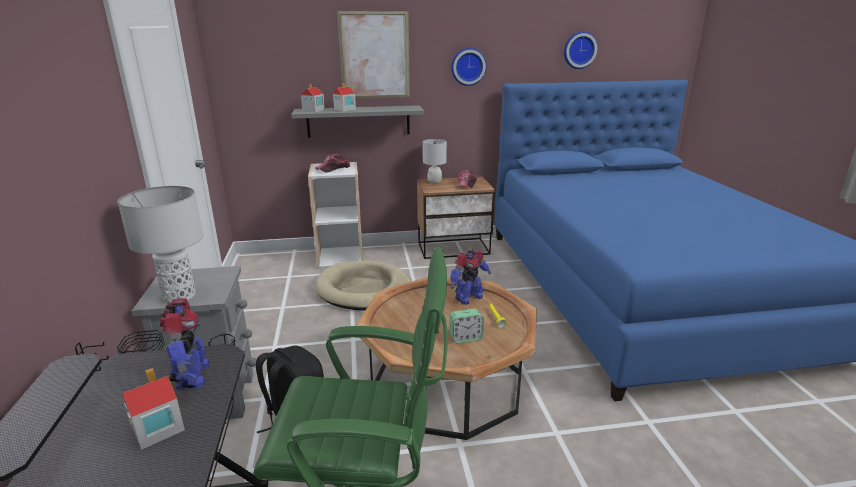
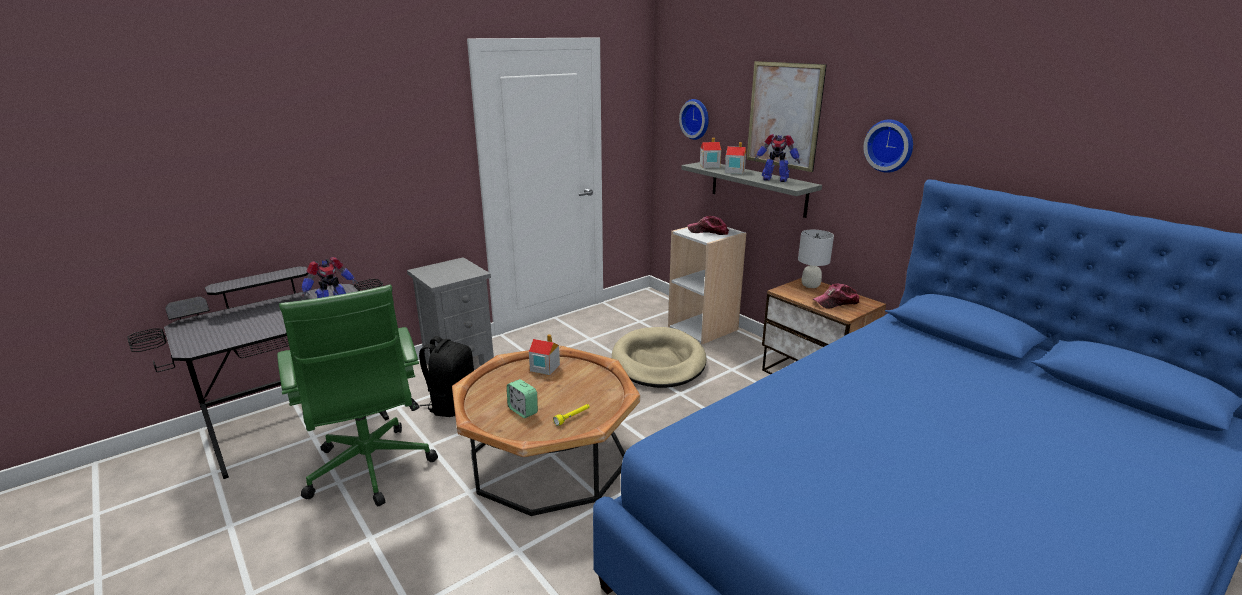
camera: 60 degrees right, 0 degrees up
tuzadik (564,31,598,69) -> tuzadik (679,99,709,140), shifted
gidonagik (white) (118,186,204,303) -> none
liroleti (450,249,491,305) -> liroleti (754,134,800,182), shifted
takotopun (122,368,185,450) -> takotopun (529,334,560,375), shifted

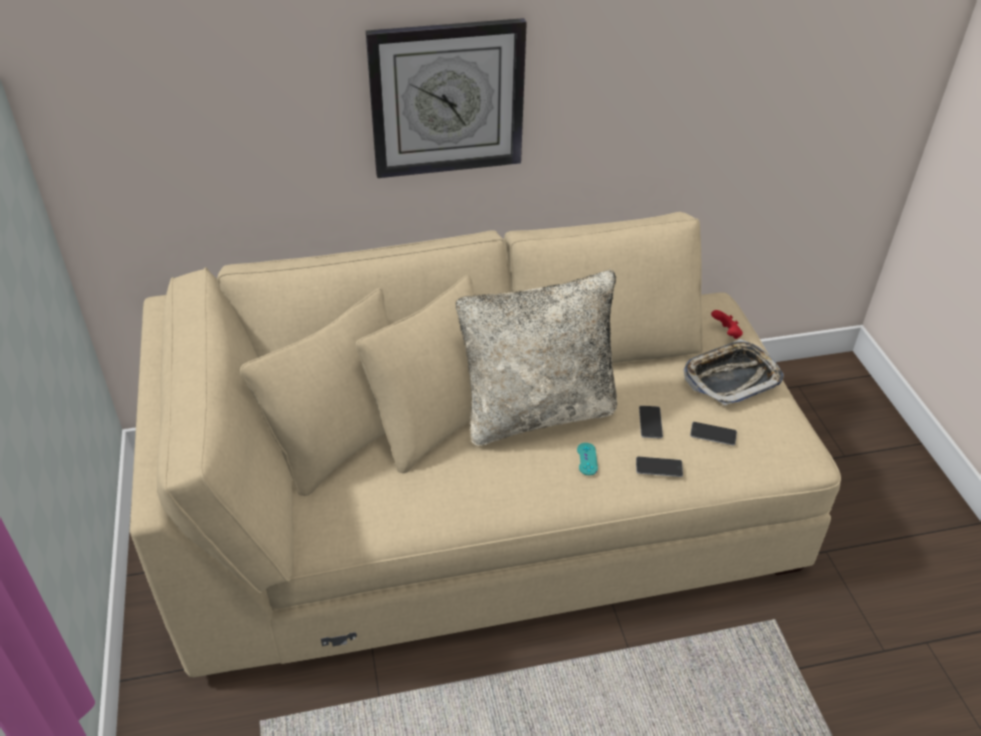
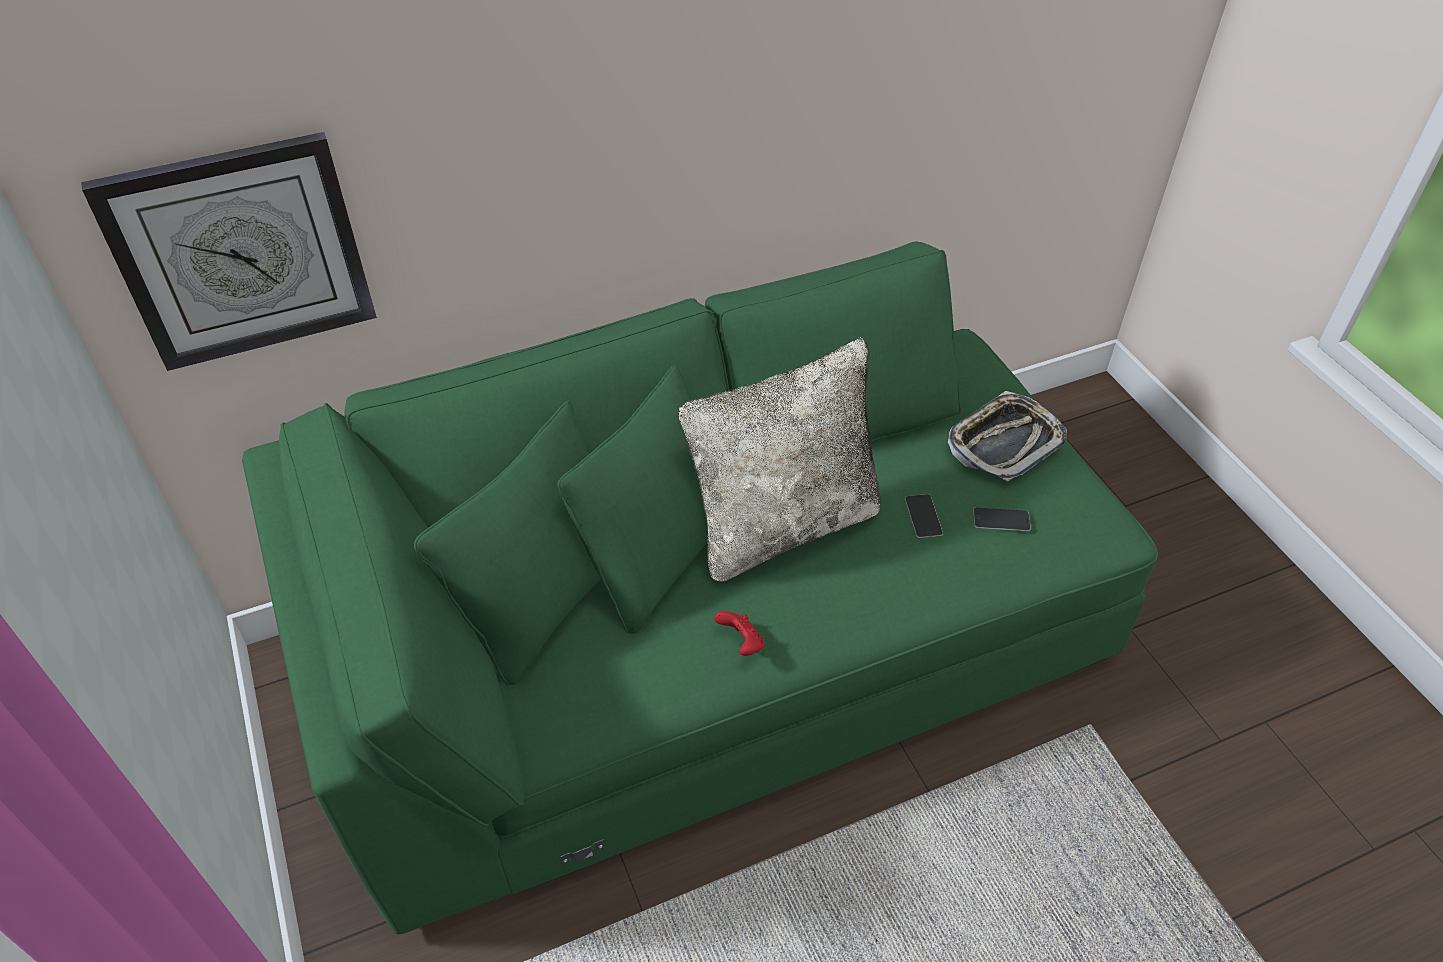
camera: 10 degrees left, 5 degrees up
tuzadik (366,18,527,178) -> tuzadik (81,132,377,371), shifted
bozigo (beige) (130,212,841,677) -> bozigo (green) (242,241,1158,934)
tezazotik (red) (711,310,743,339) -> tezazotik (red) (714,611,765,656), shifted
tezazotik (turquoise) (577,443,598,475) -> none
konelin (636,457,683,477) -> none

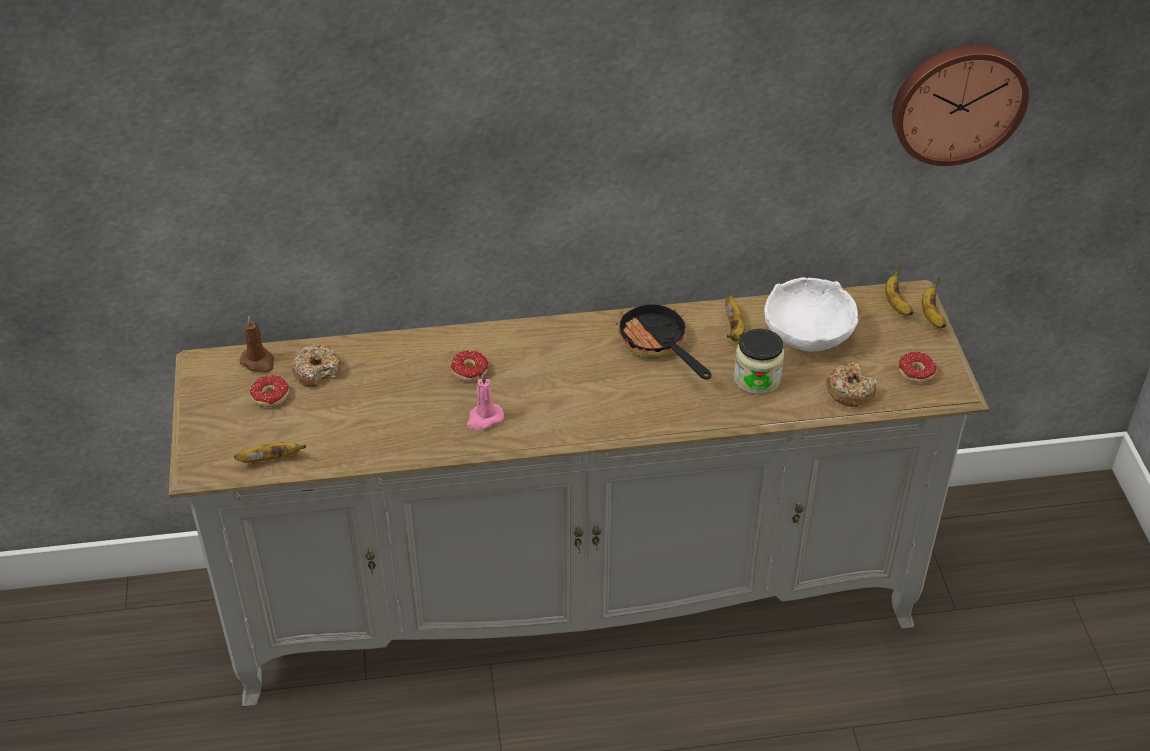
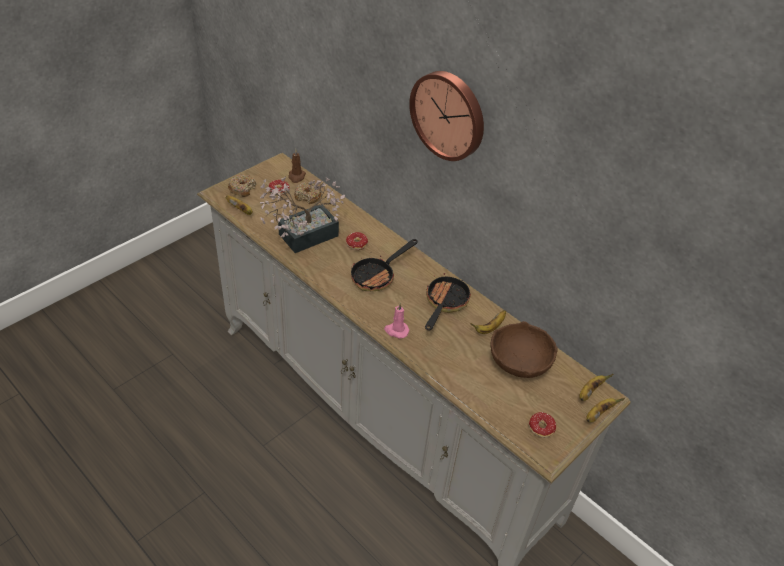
camera: 50 degrees right, 0 degrees up
tuzadik (892,45,1029,166) -> tuzadik (409,71,484,161), shifted
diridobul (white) (764,277,858,352) -> diridobul (brown) (490,321,558,378)
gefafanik (734,329,784,395) -> none
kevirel (826,362,877,407) -> kevirel (228,174,256,197), shifted
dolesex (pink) (467,372,504,430) -> dolesex (pink) (384,303,409,339), shifted
none -> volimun (260,176,345,253)
none -> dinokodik (351,239,418,291)

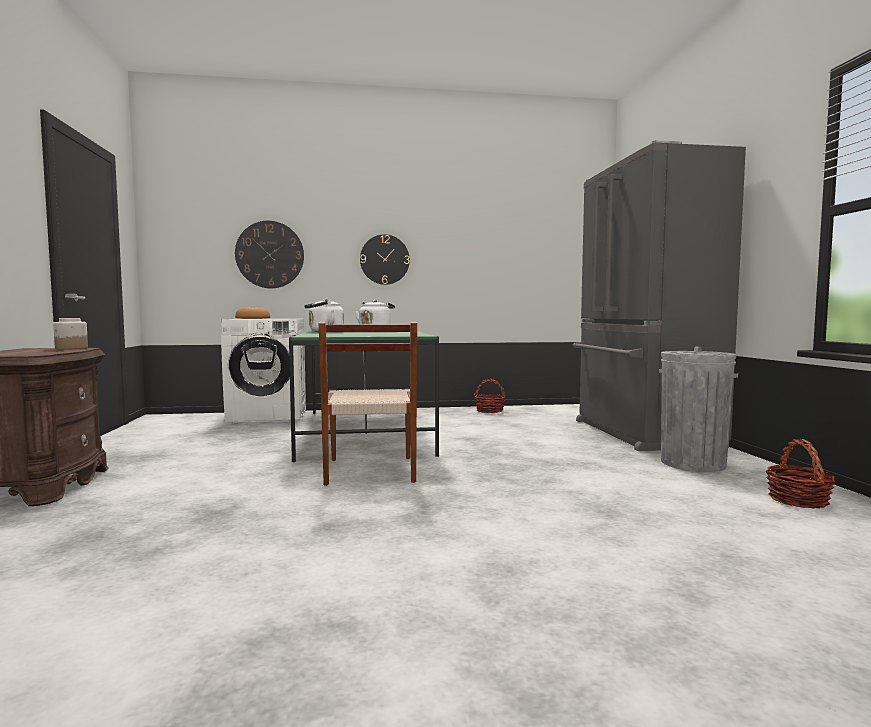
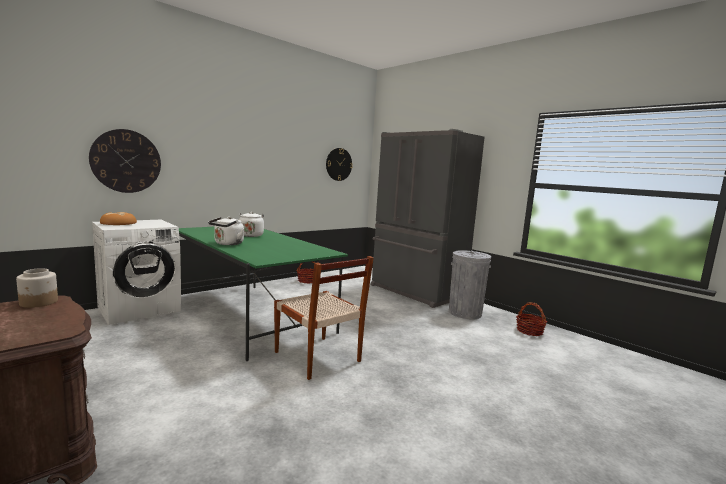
camera: 35 degrees left, 5 degrees up
tuzadik (360,234,410,285) -> tuzadik (326,148,353,181), shifted

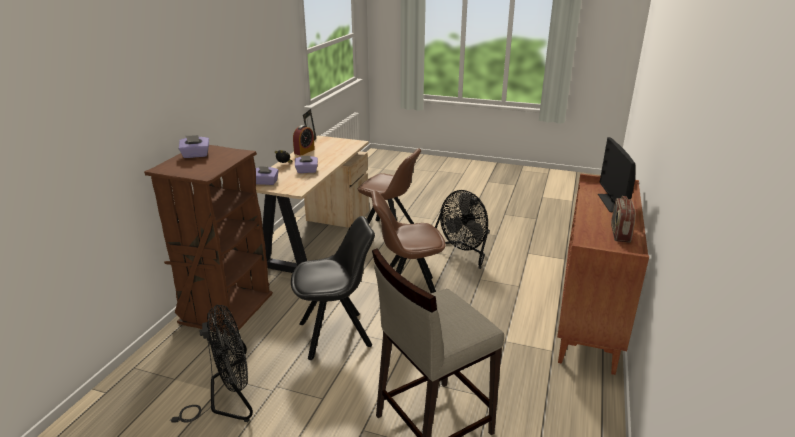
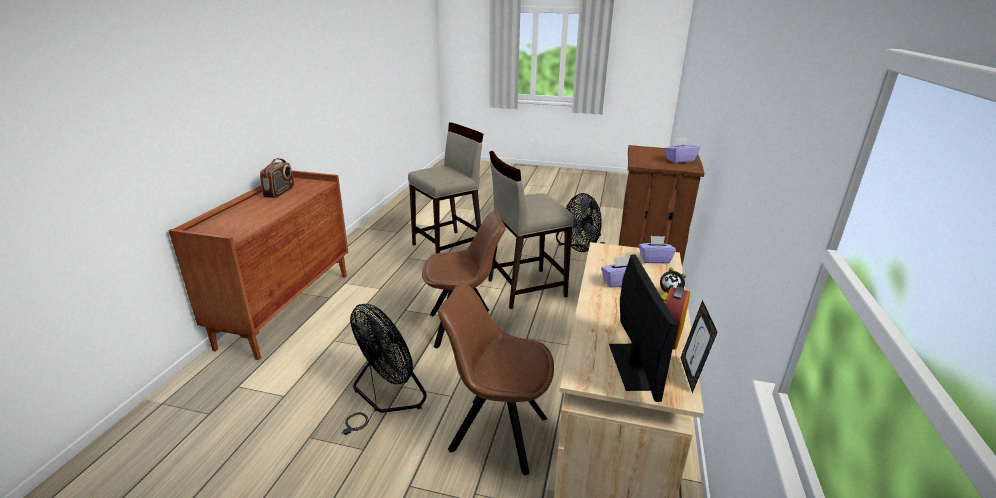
camera: 175 degrees right, 0 degrees up
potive (598,137,635,212) -> potive (609,255,678,402), shifted
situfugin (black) (291,216,375,360) -> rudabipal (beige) (488,151,574,309)

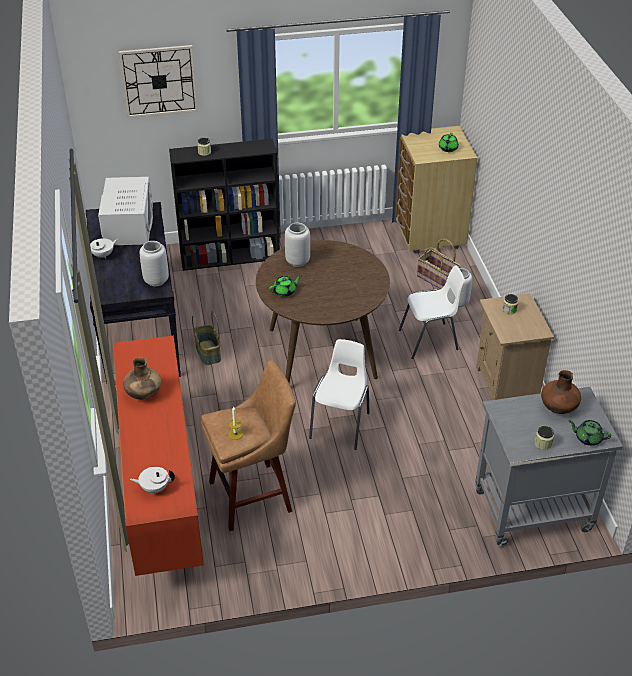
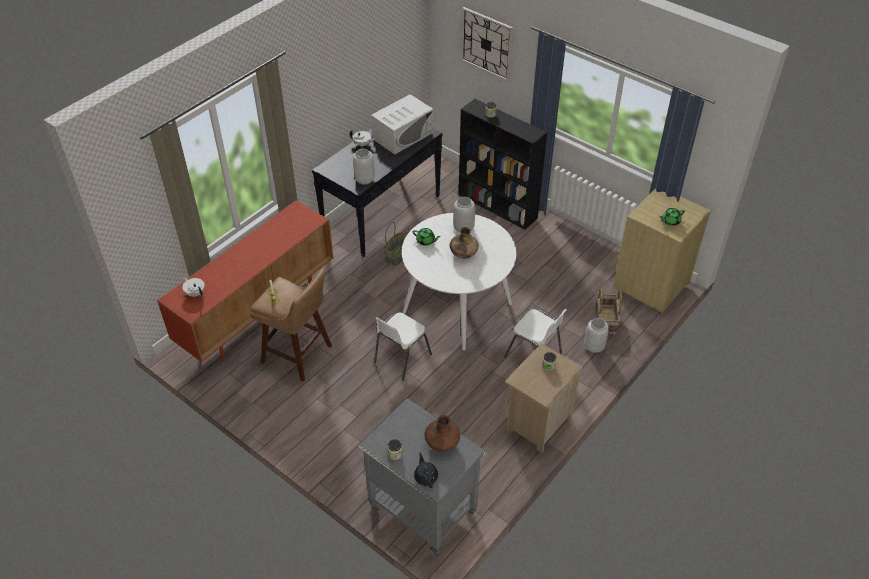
camera: 50 degrees right, 5 degrees up
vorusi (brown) (256,240,390,383) -> vorusi (white) (402,213,516,350)
situfugin (white) (309,339,370,450) -> situfugin (white) (374,312,432,381), 150 degrees clockwise
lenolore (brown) (123,357,161,400) -> lenolore (brown) (450,227,479,259), shifted
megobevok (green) (569,420,611,446) -> megobevok (black) (414,453,438,488)

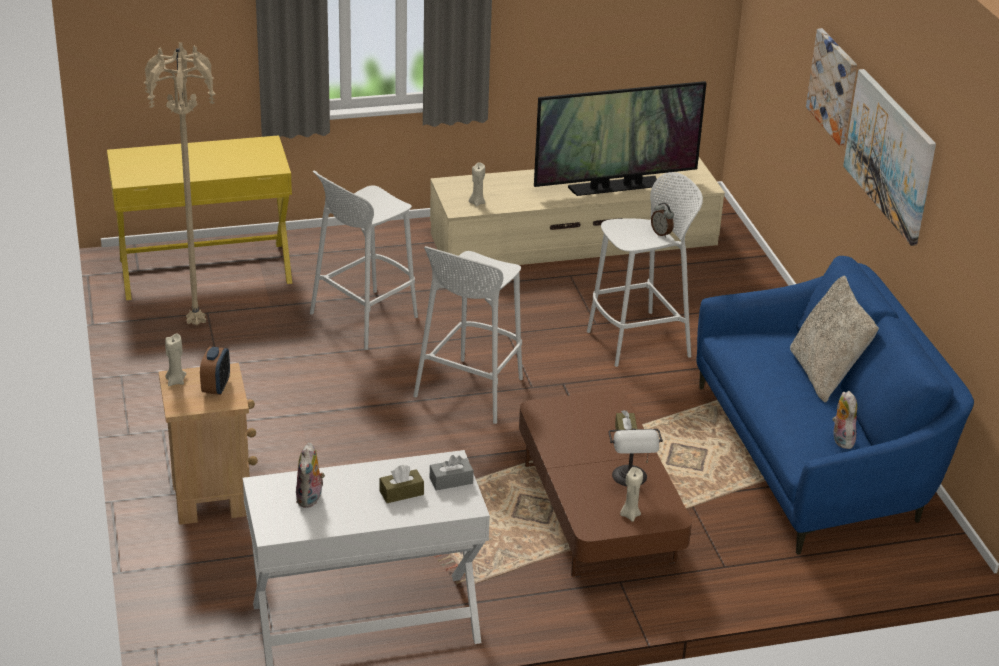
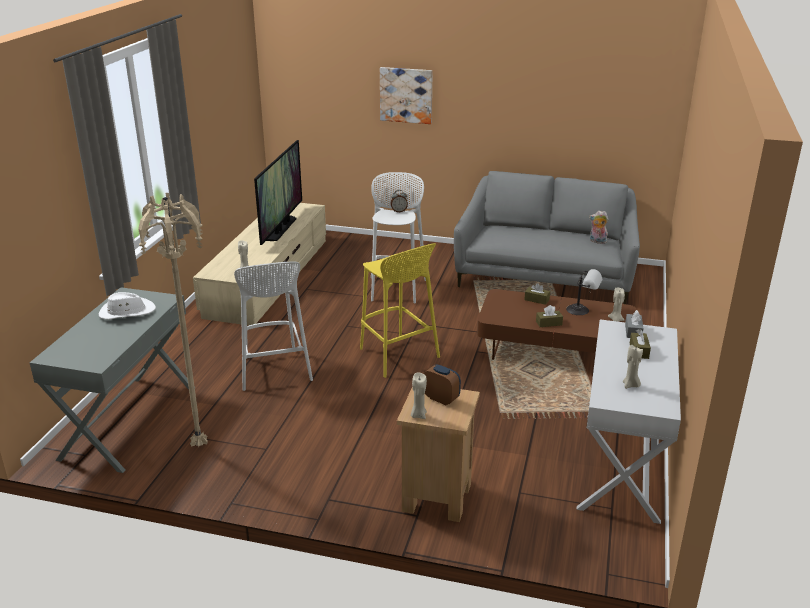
camera: 60 degrees left, 5 degrees down
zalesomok (843,69,936,246) -> none
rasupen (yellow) (107,135,292,300) -> rasupen (grey) (30,287,189,473)
rudabipal (white) (413,246,523,424) -> rudabipal (yellow) (360,243,440,378)
bozigo (blue) (697,256,974,555) -> bozigo (grey) (454,171,640,304)
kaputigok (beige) (790,276,879,403) -> none
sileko (296,443,325,508) -> dolesex (beige) (623,345,643,389)
none -> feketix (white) (99,292,156,320)
none -> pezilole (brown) (536,305,563,327)

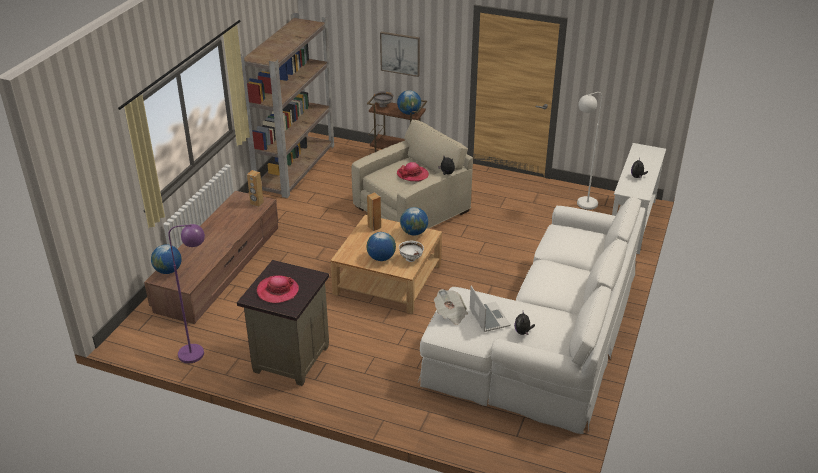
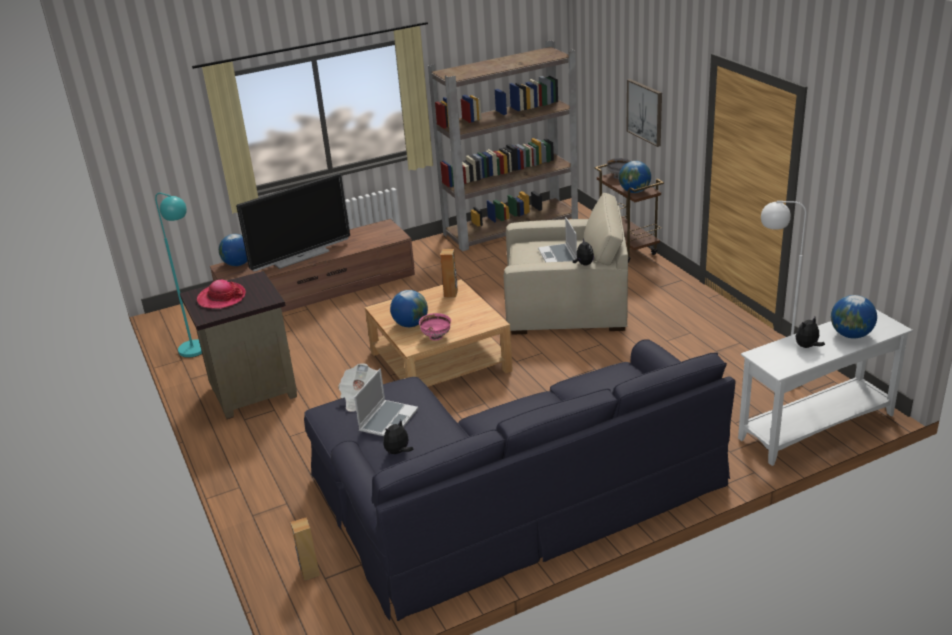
camera: 45 degrees right, 5 degrees down
feketix (397,162,429,181) -> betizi (538,217,577,262)
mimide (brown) (247,170,264,207) -> mimide (brown) (291,517,320,581), shifted
bozigo (white) (418,196,645,434) -> bozigo (black) (304,339,735,621)
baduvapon (400,207,428,236) -> baduvapon (831,295,877,339), shifted
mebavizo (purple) (168,224,205,363) -> mebavizo (turquoise) (155,193,202,358)
diridobul (white) (399,241,424,262) -> diridobul (pink) (419,313,451,341)
none -> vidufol (236,173,350,272)

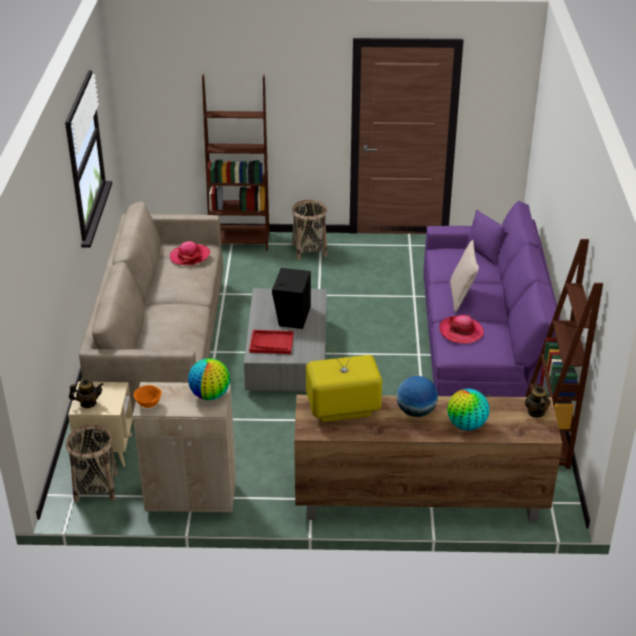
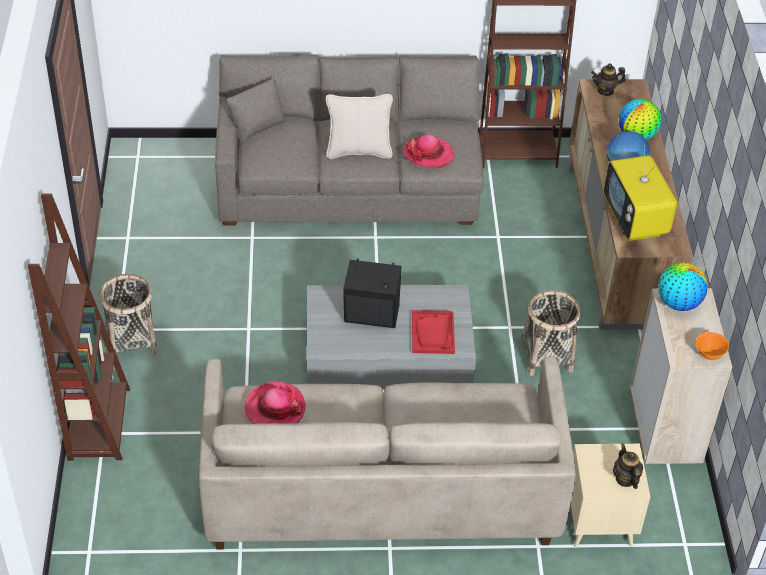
camera: 95 degrees left, 10 degrees up
bozigo (purple) (423,201,561,397) -> bozigo (grey) (215,54,484,225)
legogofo (66,425,118,503) -> legogofo (520,290,580,376), shifted

